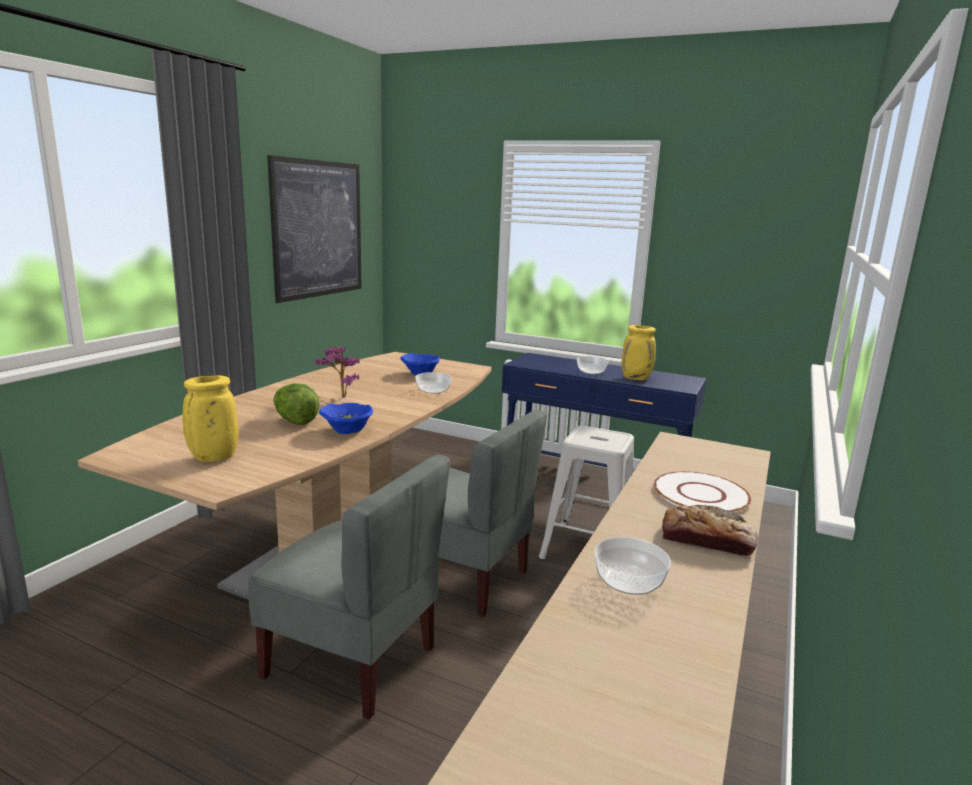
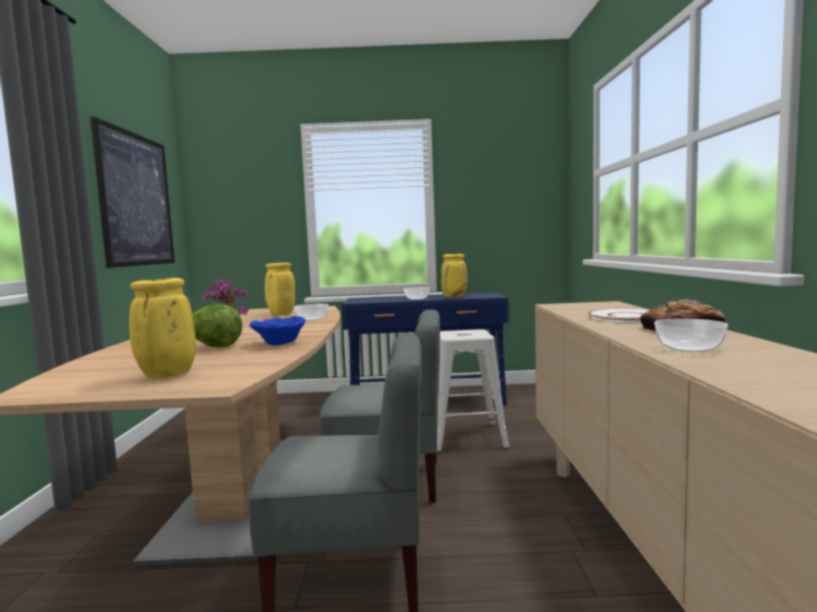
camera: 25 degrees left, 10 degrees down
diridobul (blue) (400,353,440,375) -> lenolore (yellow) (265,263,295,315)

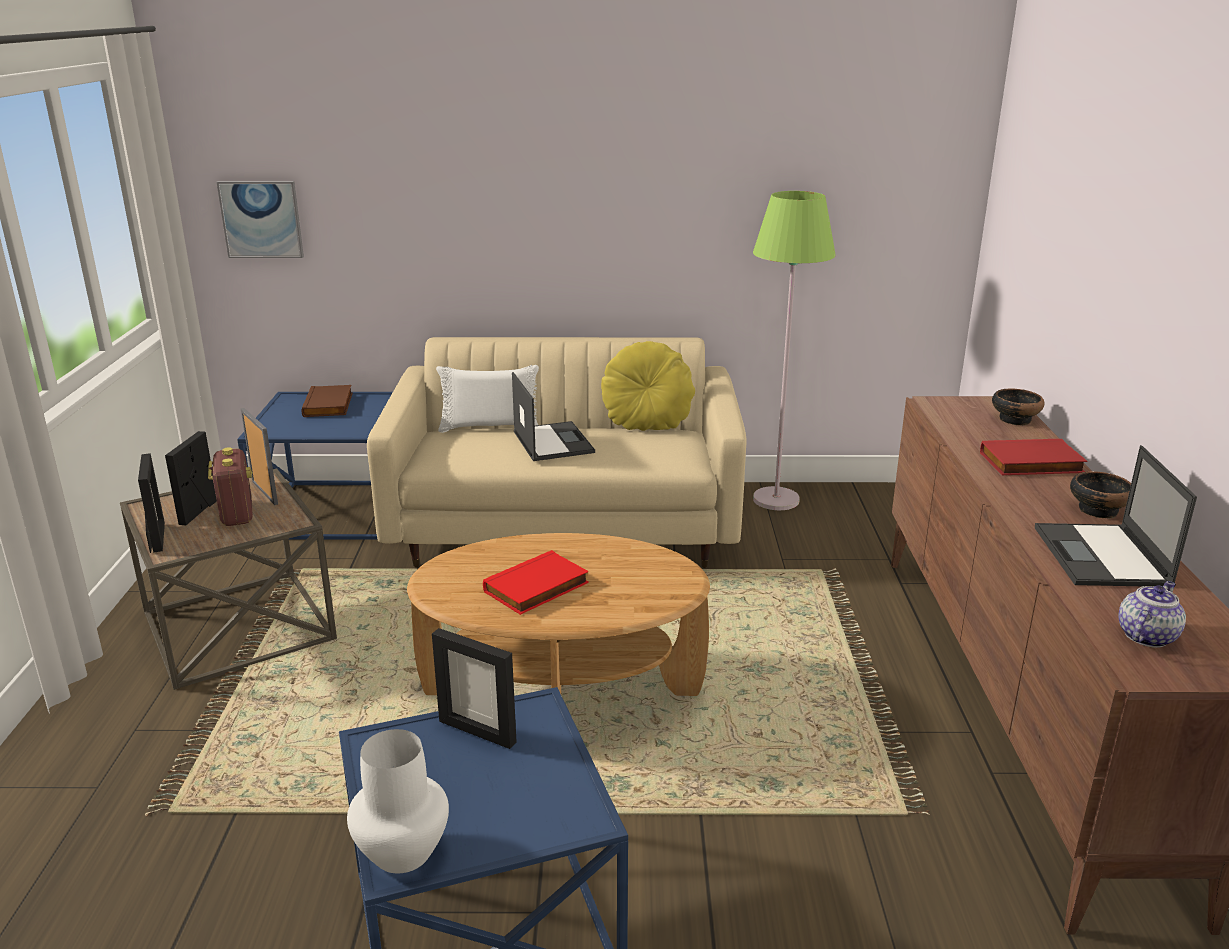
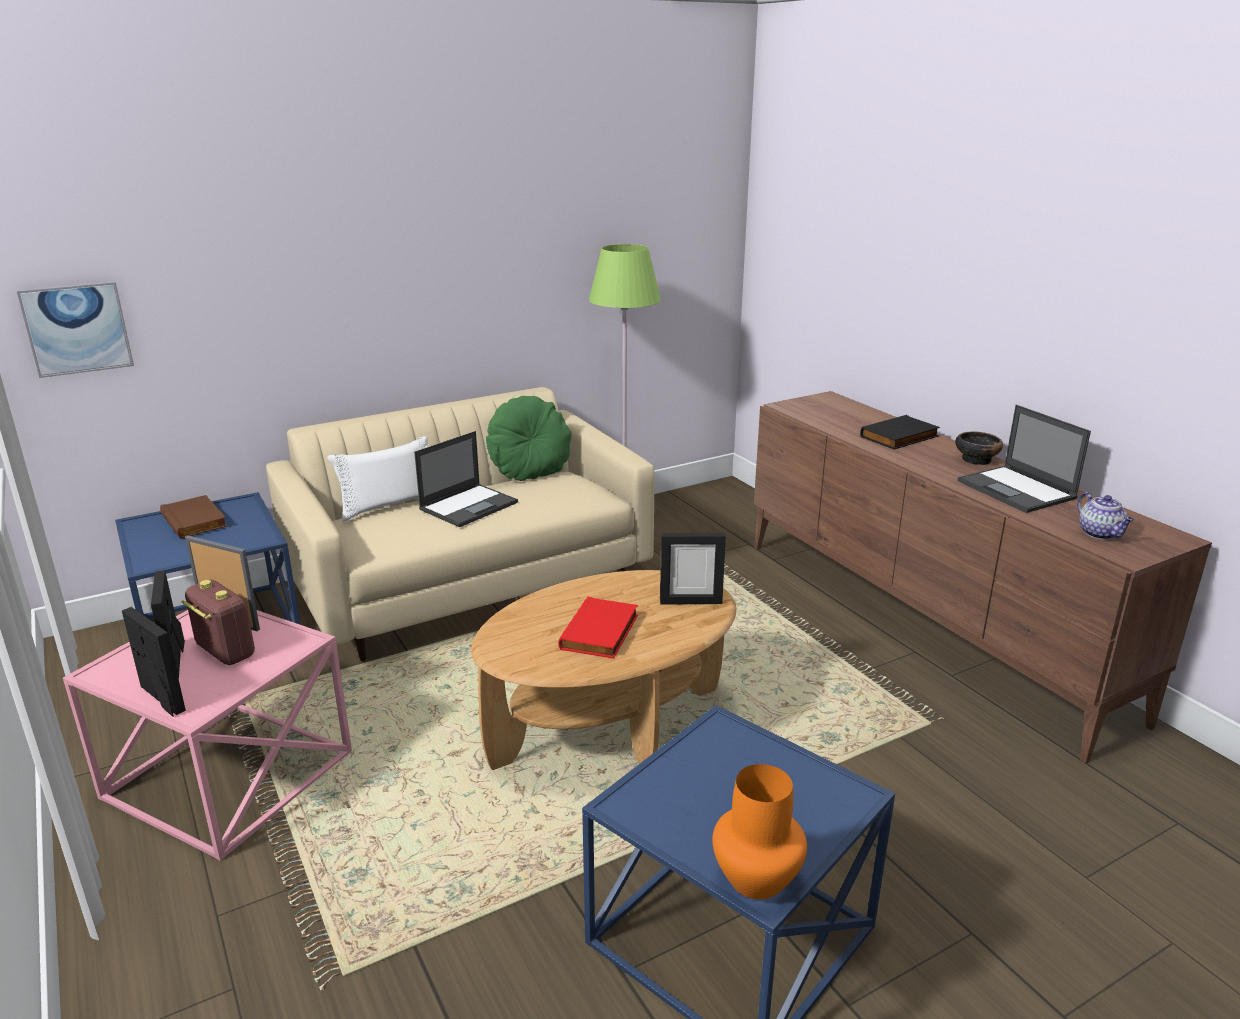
camera: 30 degrees left, 0 degrees up
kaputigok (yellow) (601,341,695,431) -> kaputigok (green) (486,396,572,481)
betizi (512,372,595,461) -> betizi (414,431,518,527), 90 degrees clockwise
diridobul (992,389,1044,425) -> none
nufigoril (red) (980,439,1087,475) -> nufigoril (black) (860,415,940,449)
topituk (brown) (120,469,337,690) -> topituk (pink) (63,610,352,861)
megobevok (1119,581,1186,648) -> megobevok (1077,492,1134,540), 150 degrees clockwise
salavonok (432,628,517,749) -> salavonok (660,533,726,605), shifted
lenolore (white) (347,729,449,873) -> lenolore (orange) (712,764,807,900)

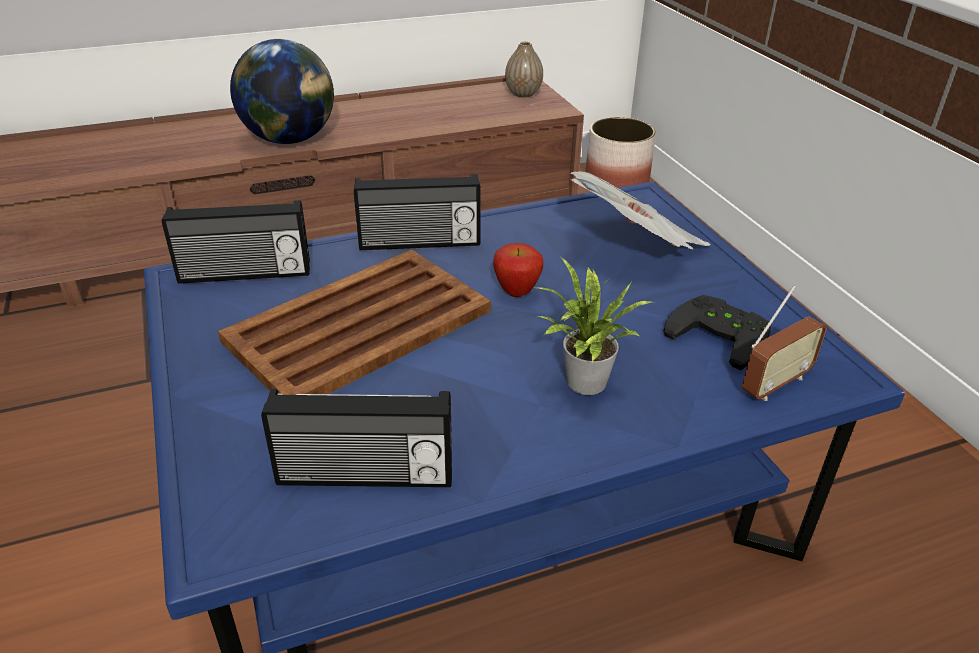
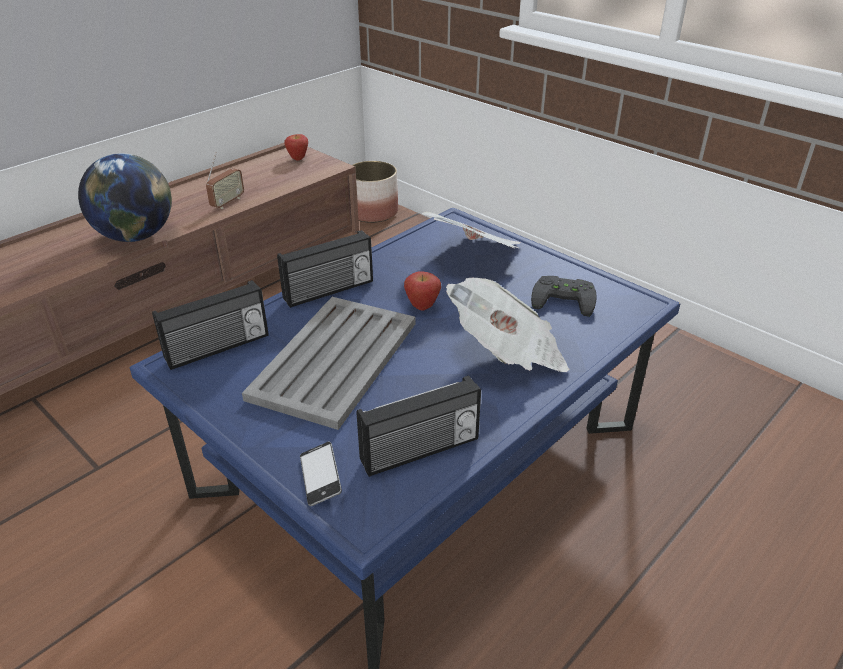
camera: 25 degrees left, 0 degrees up
lenolore (505,42,543,97) -> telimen (284,134,308,160)
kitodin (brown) (218,249,491,395) -> kitodin (grey) (242,297,415,430)
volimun (536,256,652,395) -> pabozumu (446,278,569,372)
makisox (742,285,827,401) -> makisox (206,152,244,209), shifted
none -> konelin (300,442,342,506)

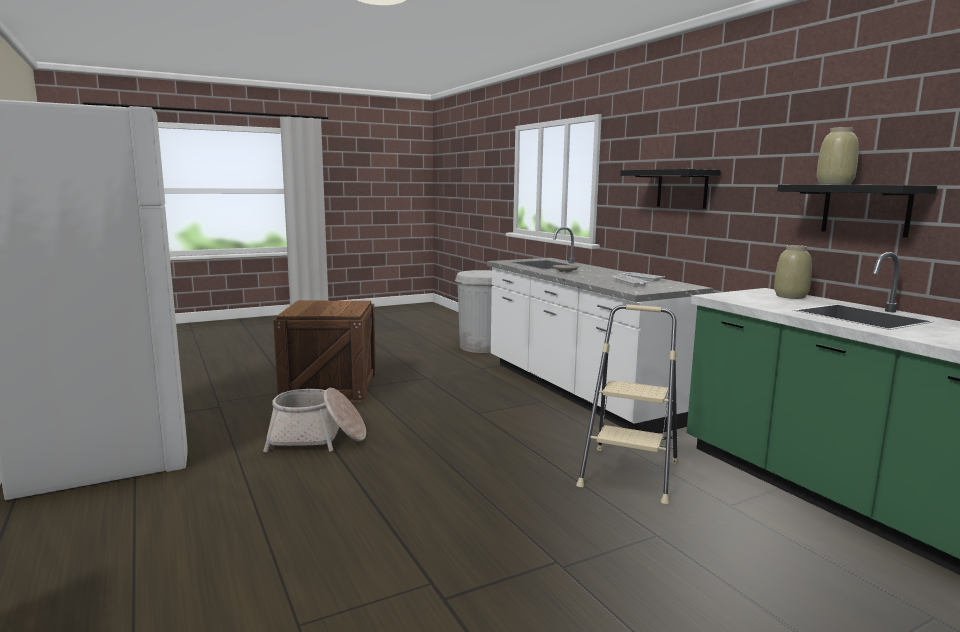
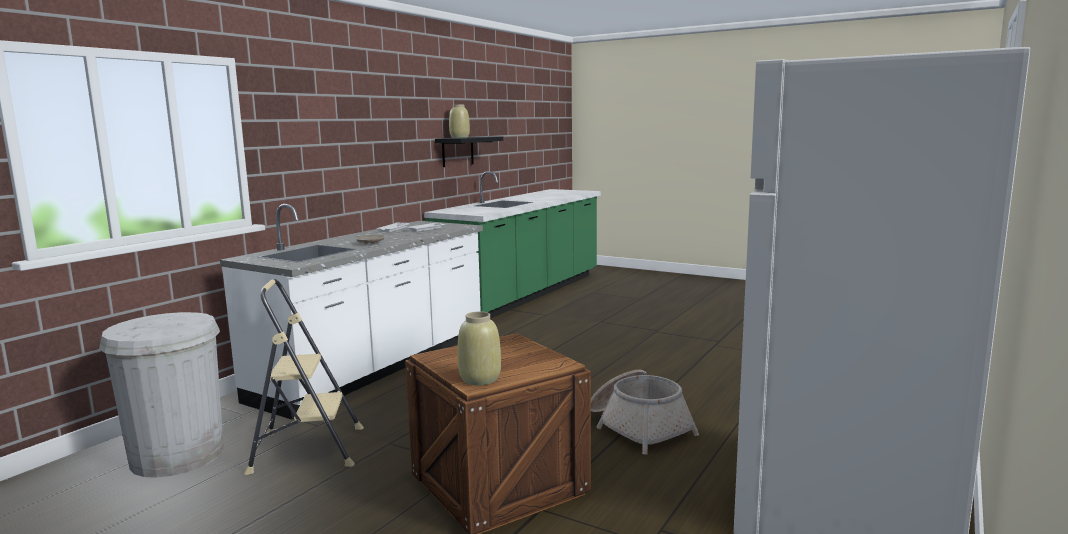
camera: 120 degrees left, 0 degrees up
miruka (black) (620,169,721,209) -> none
lenolore (beige) (774,245,812,299) -> lenolore (beige) (458,311,501,385), shifted
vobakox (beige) (576,304,679,504) -> vobakox (beige) (244,279,364,475), shifted

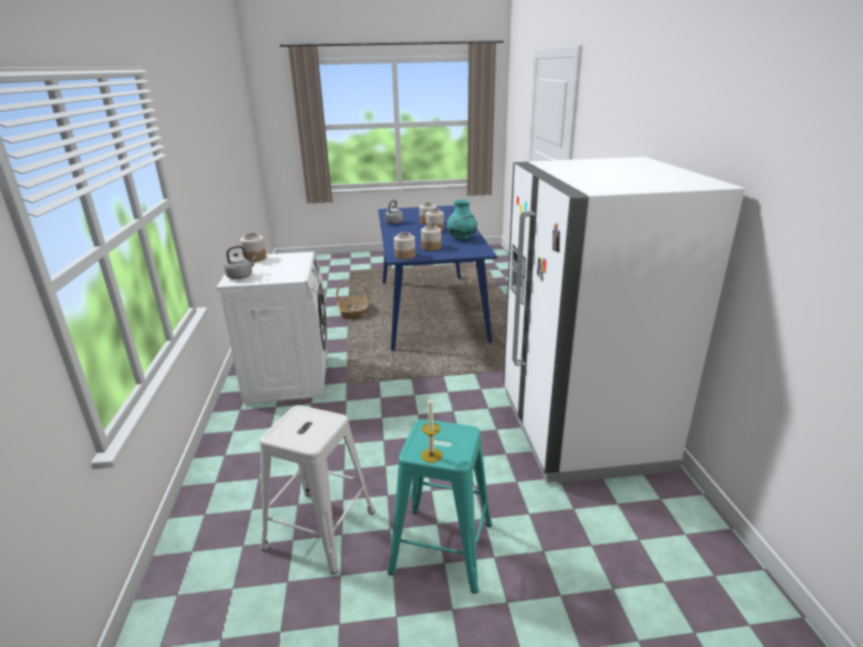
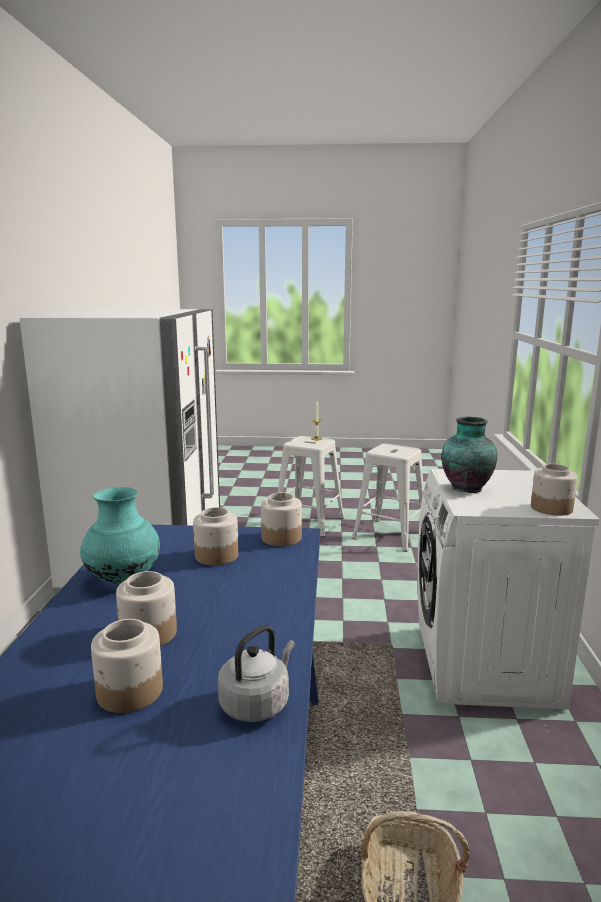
camera: 170 degrees left, 10 degrees down
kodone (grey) (224,246,257,279) -> none
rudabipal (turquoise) (388,419,492,594) -> rudabipal (white) (278,436,345,537)
none -> lenolore (441,417,497,493)

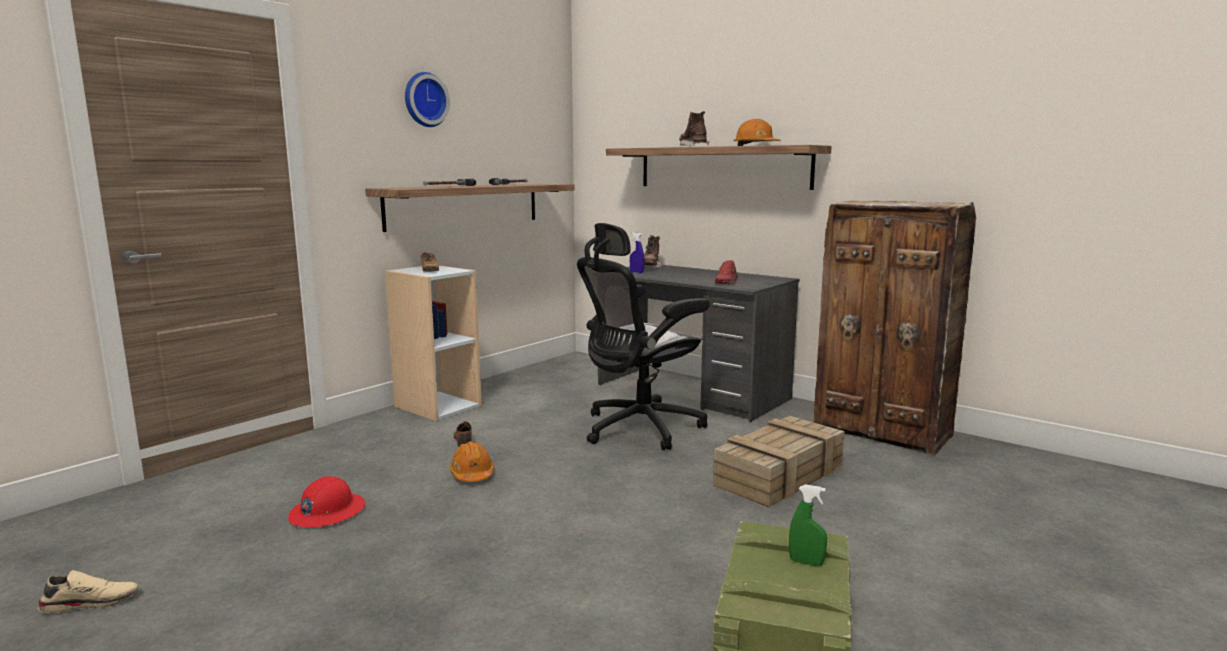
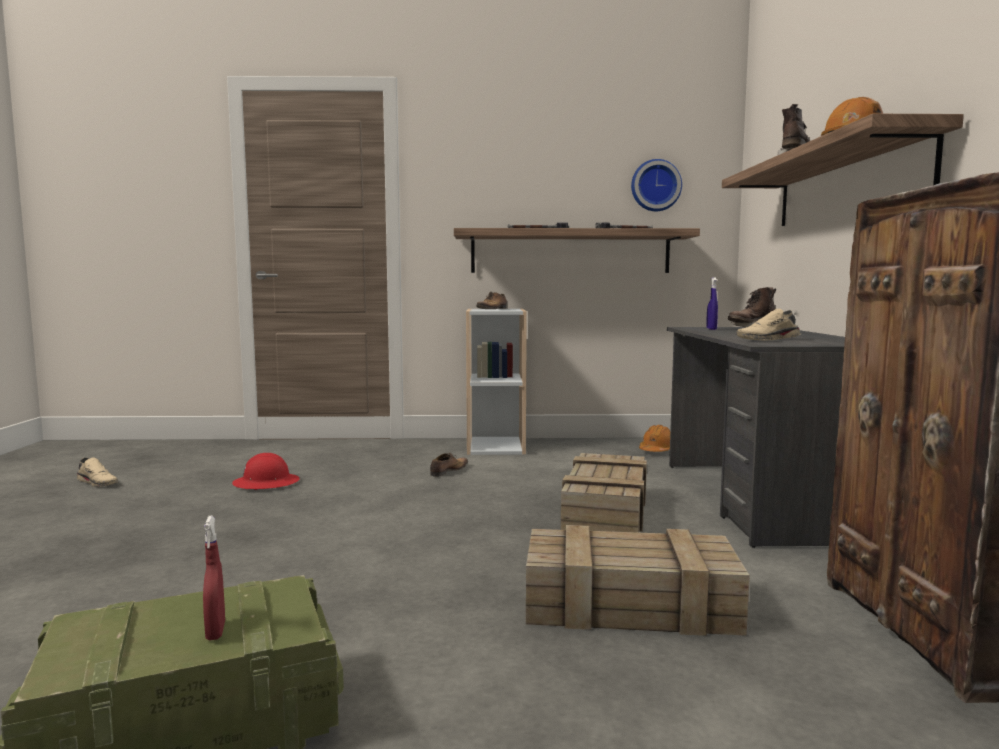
camera: 50 degrees right, 5 degrees down
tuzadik (405,72,450,127) -> tuzadik (631,159,682,211), shifted
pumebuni (577,223,710,450) -> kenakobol (561,453,647,533)
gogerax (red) (715,260,738,284) -> gogerax (beige) (737,309,801,341)
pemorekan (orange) (450,441,494,482) -> pemorekan (orange) (639,425,670,452), shifted
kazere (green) (789,485,827,566) -> kazere (red) (203,516,225,640)

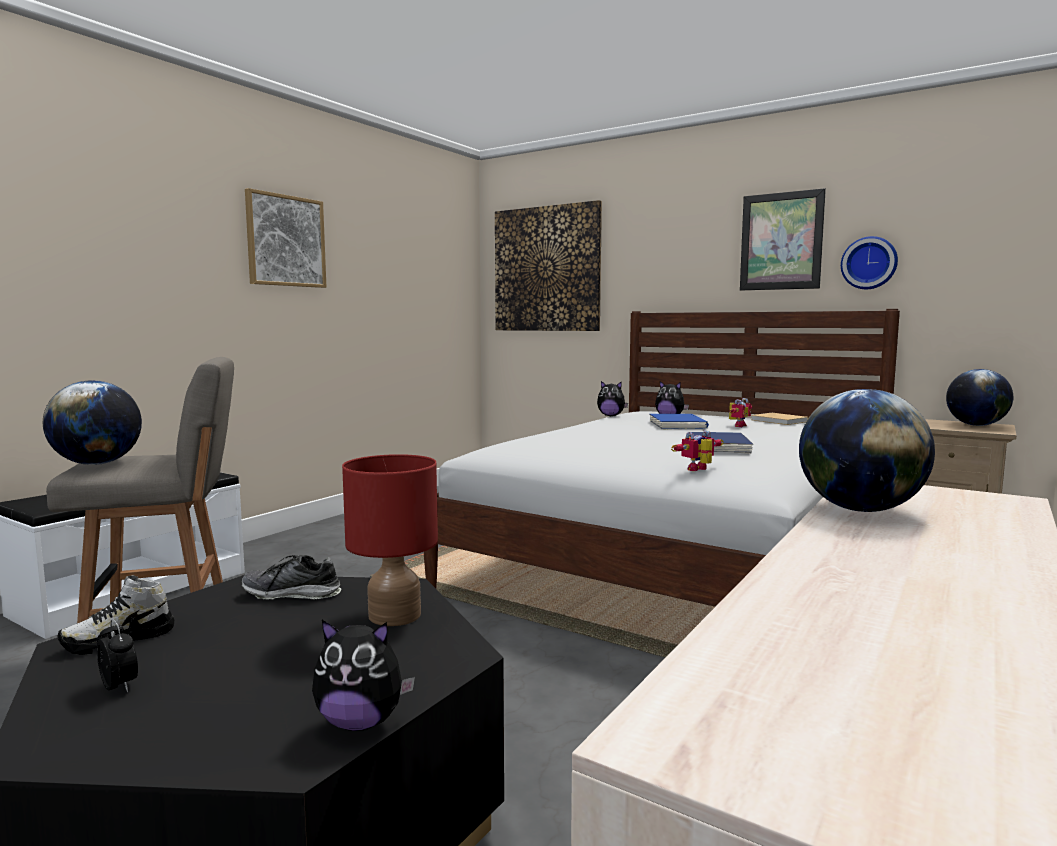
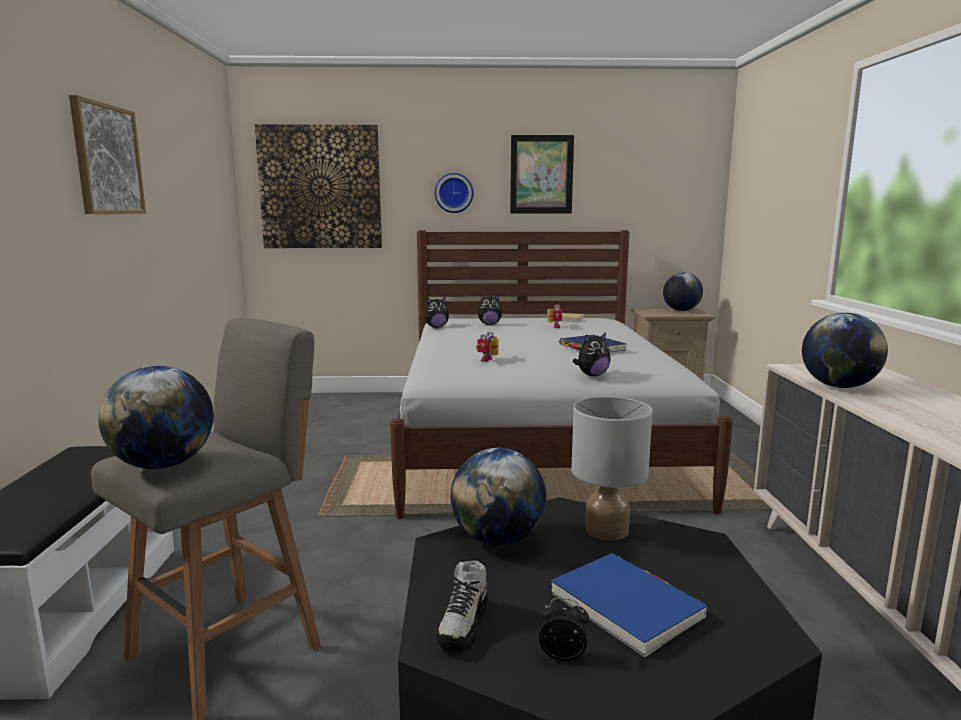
camera: 35 degrees left, 5 degrees up
tuzadik (841,236,898,289) -> tuzadik (435,173,473,213), shifted
nufigoril (blue) (650,414,709,430) -> nufigoril (blue) (550,553,708,657), shifted
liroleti (671,430,724,471) -> liroleti (476,332,499,362), shifted
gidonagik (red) (342,454,438,626) -> gidonagik (grey) (571,396,653,540)
gogerax (242,555,341,599) -> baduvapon (450,448,546,546)
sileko (312,620,415,731) -> sileko (573,332,611,376), shifted

